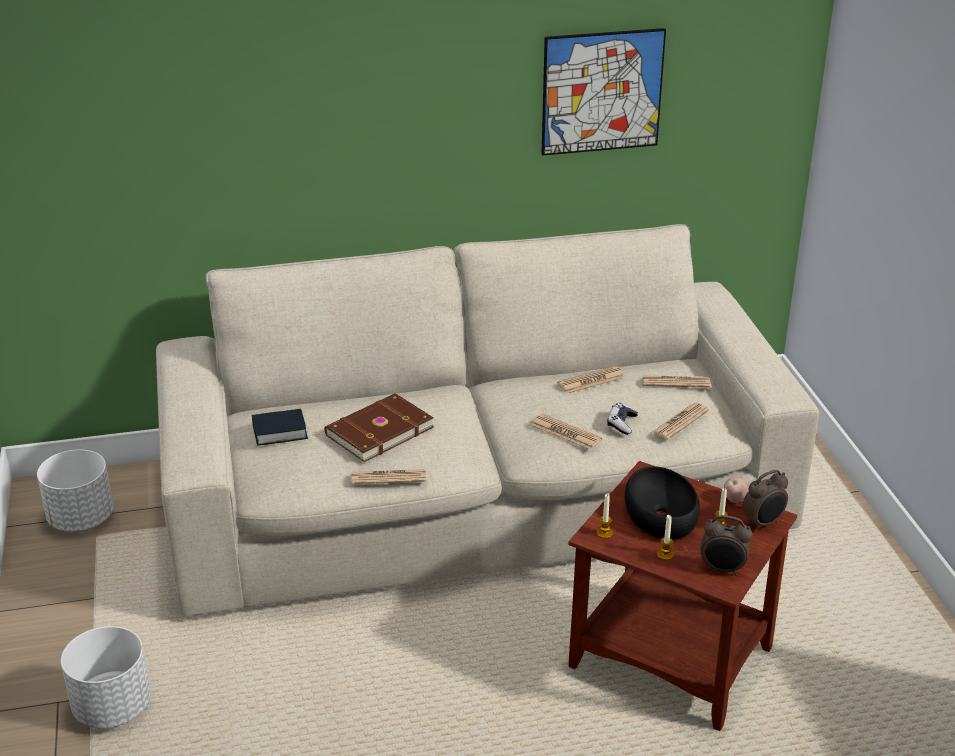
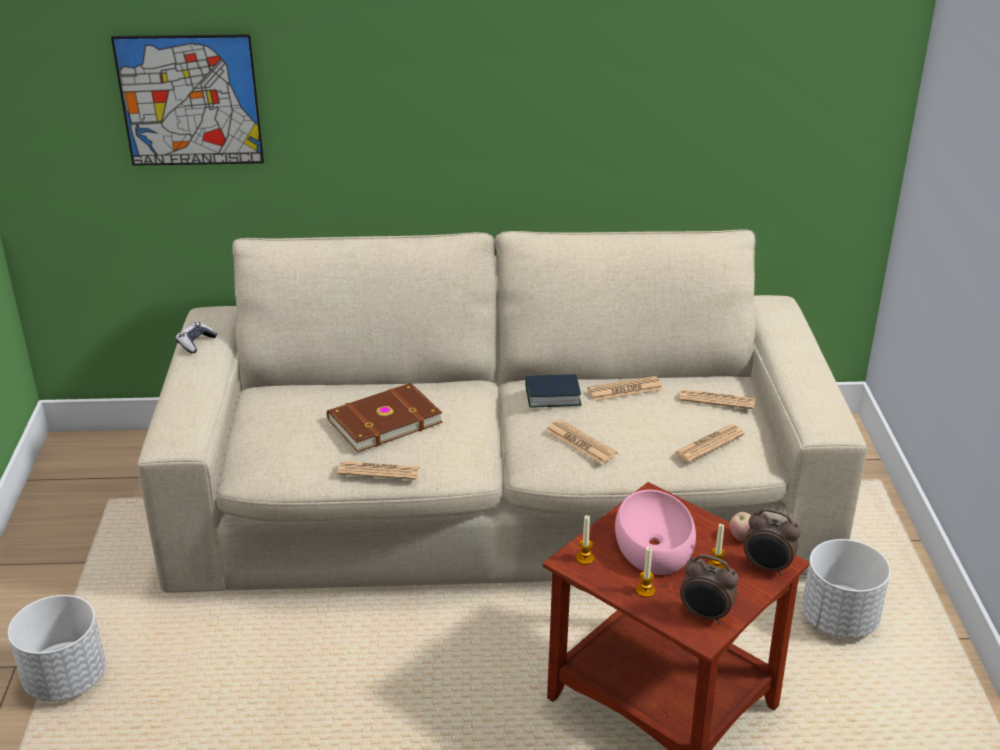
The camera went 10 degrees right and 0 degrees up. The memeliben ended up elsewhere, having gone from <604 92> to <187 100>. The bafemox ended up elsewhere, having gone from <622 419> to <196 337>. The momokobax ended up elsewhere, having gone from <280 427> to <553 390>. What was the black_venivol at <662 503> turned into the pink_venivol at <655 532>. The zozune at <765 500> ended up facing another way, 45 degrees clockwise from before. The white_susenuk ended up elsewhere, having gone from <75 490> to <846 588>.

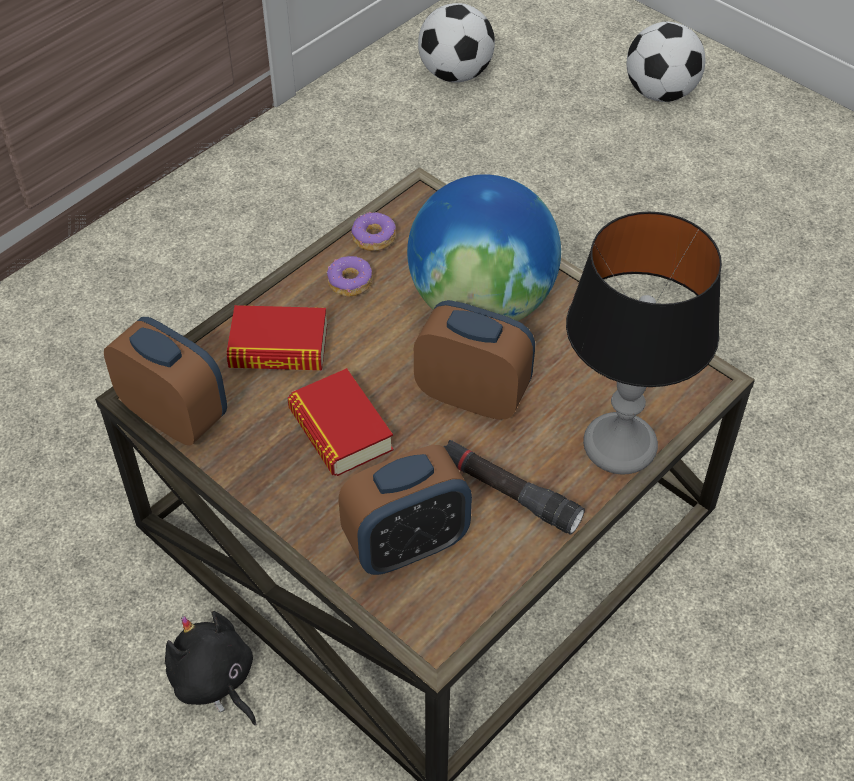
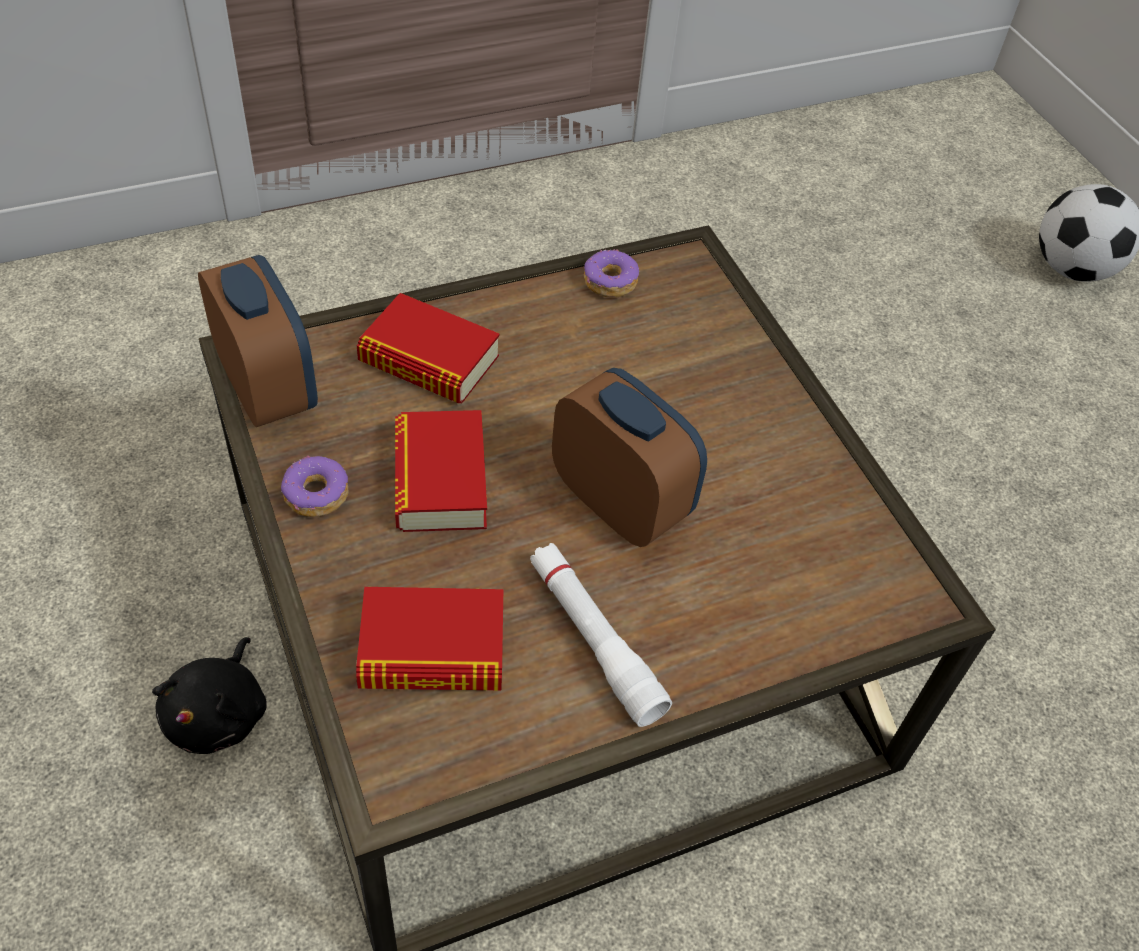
The camera went 20 degrees right and 0 degrees up. The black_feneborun at <210 668> ended up facing another way, 150 degrees counterclockwise from before. The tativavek ended up elsewhere, having gone from <350 276> to <314 486>. Where the zozune stood at <405 510>, the momokobax came to stand at <429 638>. What was the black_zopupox at <514 487> turned into the white_zopupox at <601 635>. The second view lost the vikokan at <484 248>. The second view lost the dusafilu at <456 42>. The second view lost the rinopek at <644 343>.

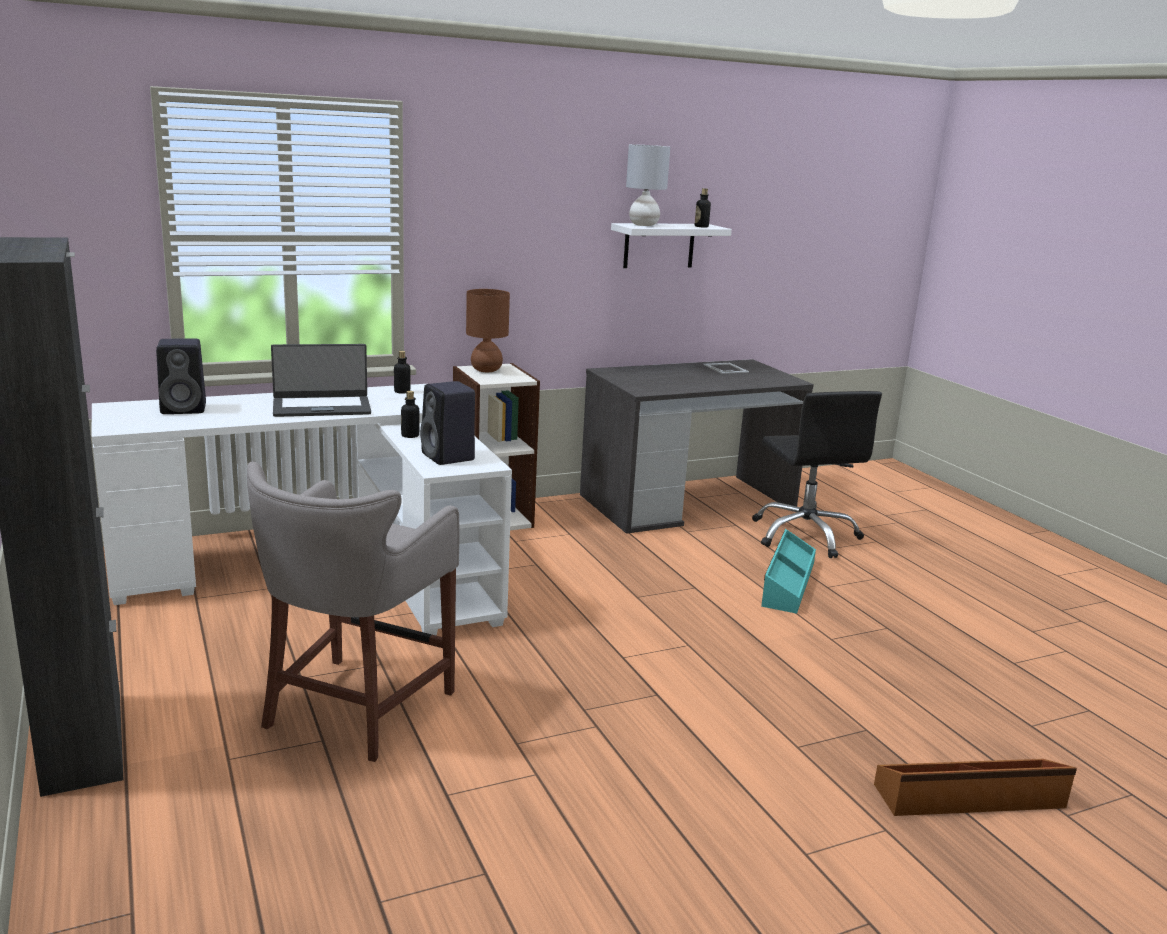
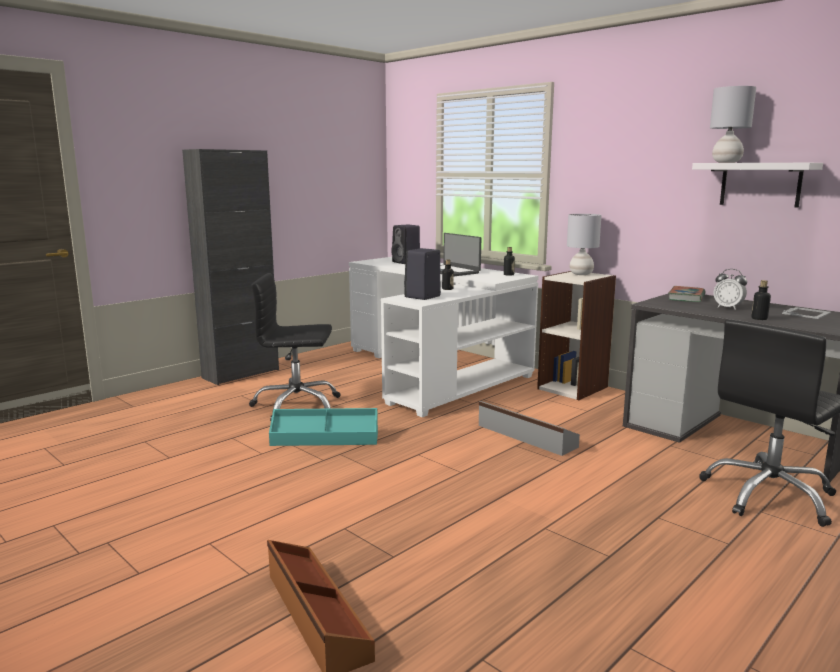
The camera went 70 degrees right and 5 degrees down. Where the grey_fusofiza stood at <353 612>, the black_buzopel came to stand at <295 347>. The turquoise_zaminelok ended up elsewhere, having gone from <788 571> to <323 427>. The second view gained the grey_zaminelok at <529 428>. What was the brown_rinopek at <488 330> turned into the grey_rinopek at <584 244>. The second view gained the momokobax at <686 294>. The second view gained the zozune at <730 289>. The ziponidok ended up elsewhere, having gone from <703 208> to <761 300>.

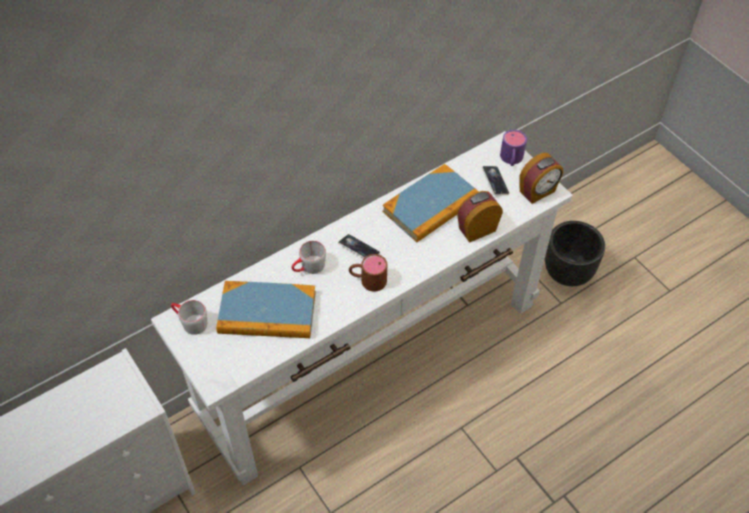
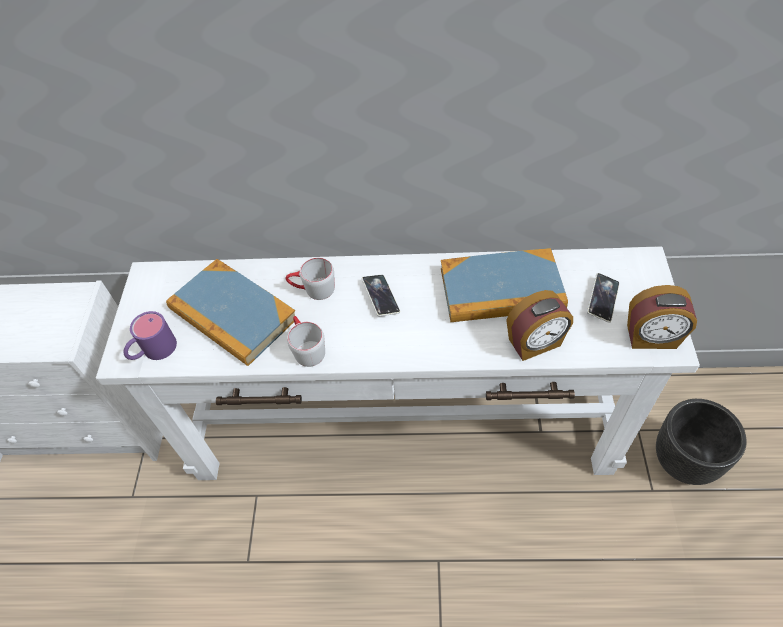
The camera went 40 degrees right and 0 degrees up. The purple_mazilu ended up elsewhere, having gone from <513 148> to <150 335>. The grey_mazilu ended up elsewhere, having gone from <189 317> to <306 341>. The zozune at <480 217> ended up facing another way, 150 degrees clockwise from before. The second view lost the brown_mazilu at <368 273>.

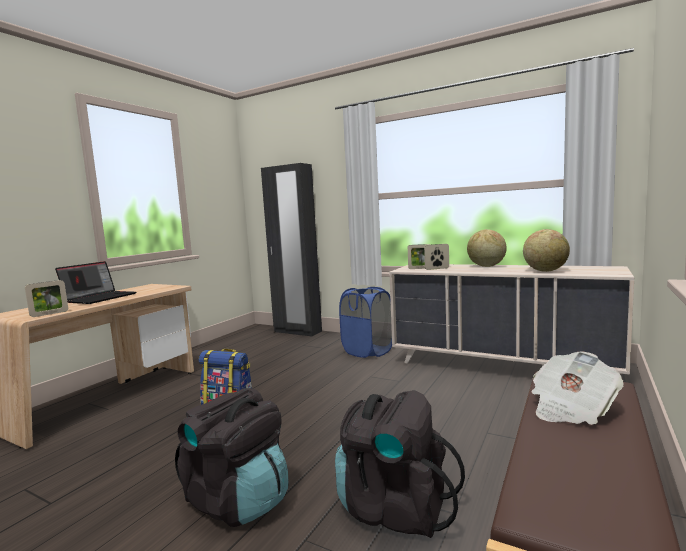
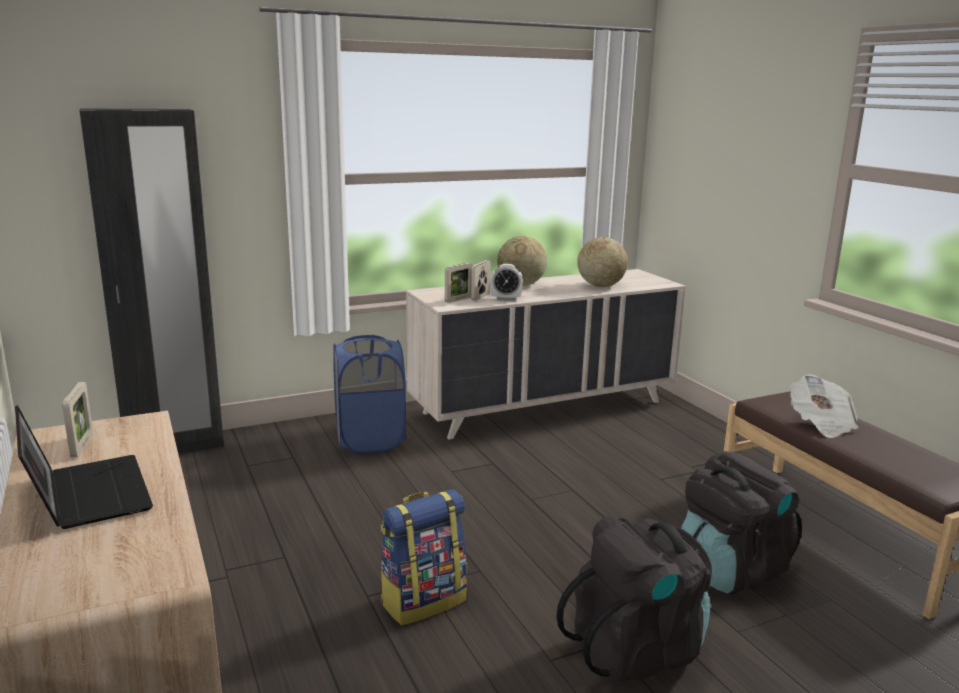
The camera went 55 degrees left and 10 degrees up. The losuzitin ended up elsewhere, having gone from <46 298> to <77 419>. The second view gained the zozune at <507 282>.

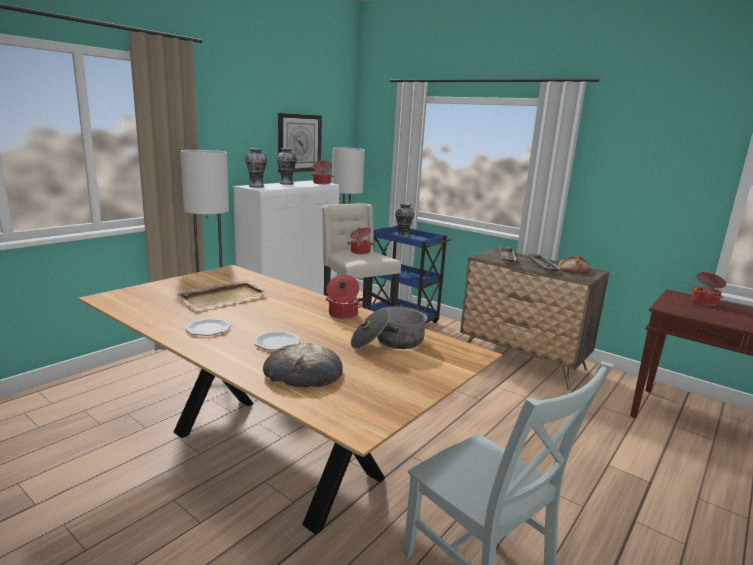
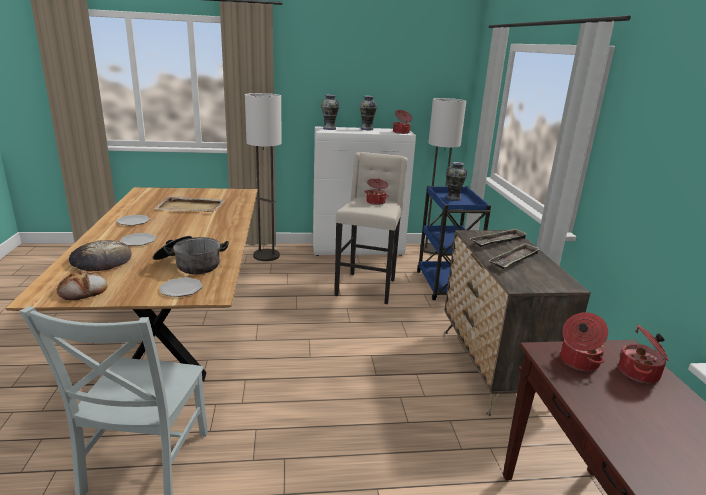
The camera went 45 degrees right and 5 degrees up. The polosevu ended up elsewhere, having gone from <574 265> to <82 285>. The second view gained the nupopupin at <181 287>. The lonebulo ended up elsewhere, having gone from <344 296> to <584 341>. The second view lost the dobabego at <300 143>.

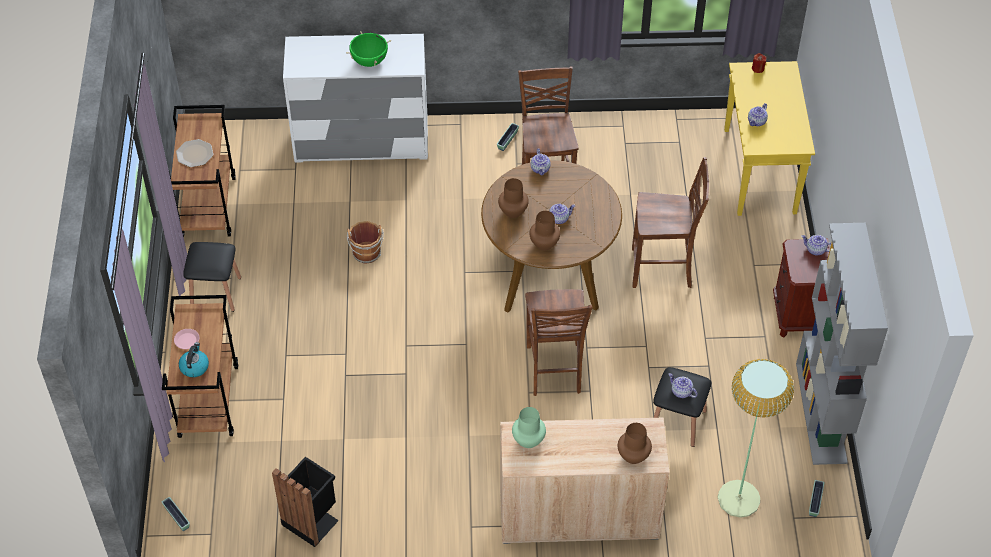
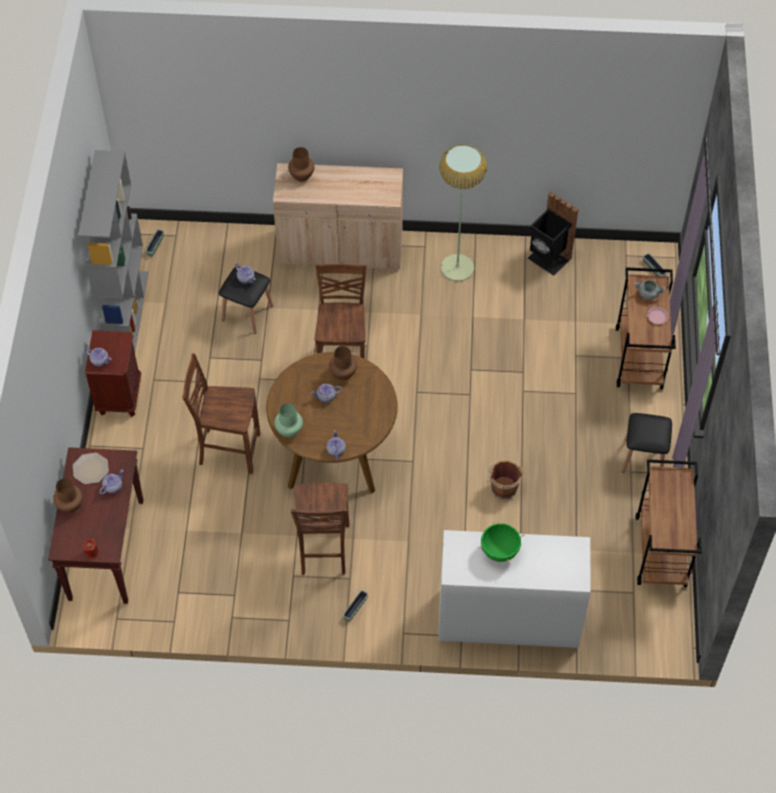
The camera went 175 degrees left and 5 degrees up. What was the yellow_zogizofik at <769 138> turned into the brown_zogizofik at <95 525>. The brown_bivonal ended up elsewhere, having gone from <513 198> to <68 496>. The nupopupin ended up elsewhere, having gone from <194 153> to <91 468>. The green_bivonal ended up elsewhere, having gone from <529 427> to <288 420>. The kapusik ended up elsewhere, having gone from <756 438> to <463 212>. Where the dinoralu stood at <194 359>, the grey_lonebulo came to stand at <650 290>.

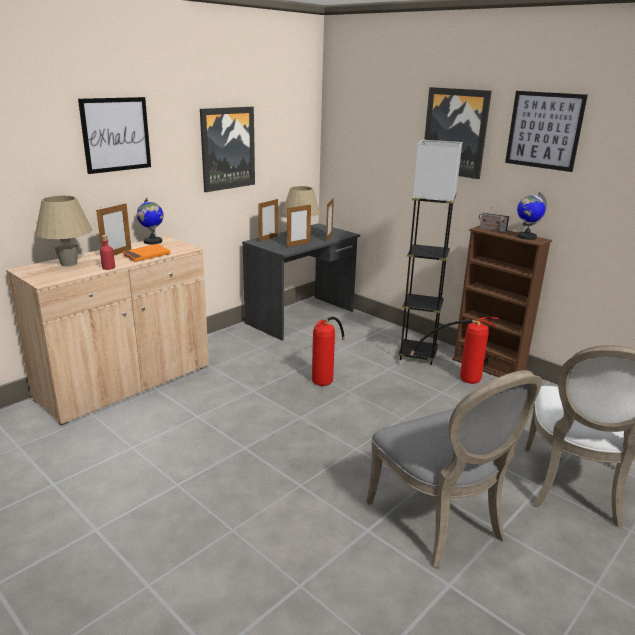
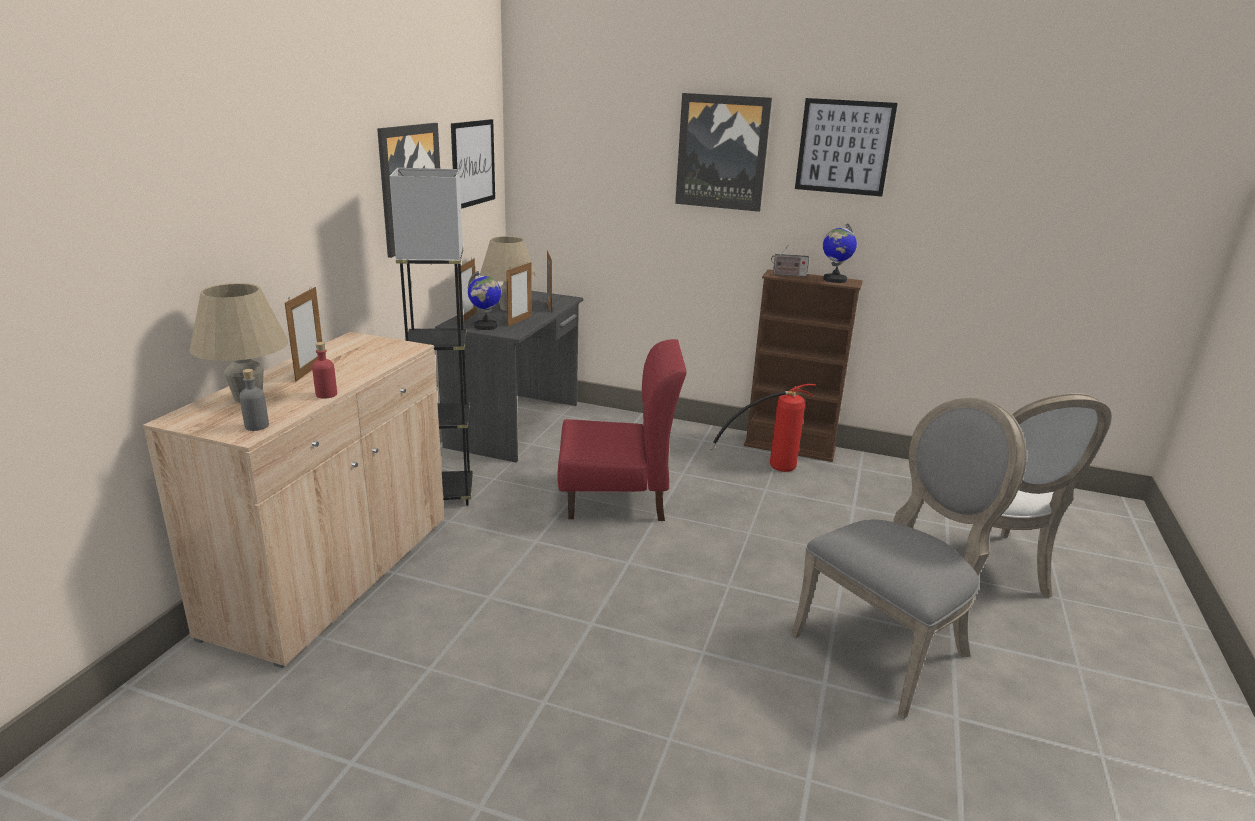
The camera went 25 degrees left and 0 degrees up. The second view gained the grey_ziponidok at <254 400>. The grey_kapusik ended up elsewhere, having gone from <430 252> to <431 337>. The memeliben ended up elsewhere, having gone from <114 135> to <473 164>. The vikokan ended up elsewhere, having gone from <150 221> to <484 300>. Where the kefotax stood at <328 351>, the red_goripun came to stand at <622 430>. The grey_goripun at <454 469> ended up facing another way, 75 degrees counterclockwise from before. The second view lost the orange_momokobax at <146 253>.

